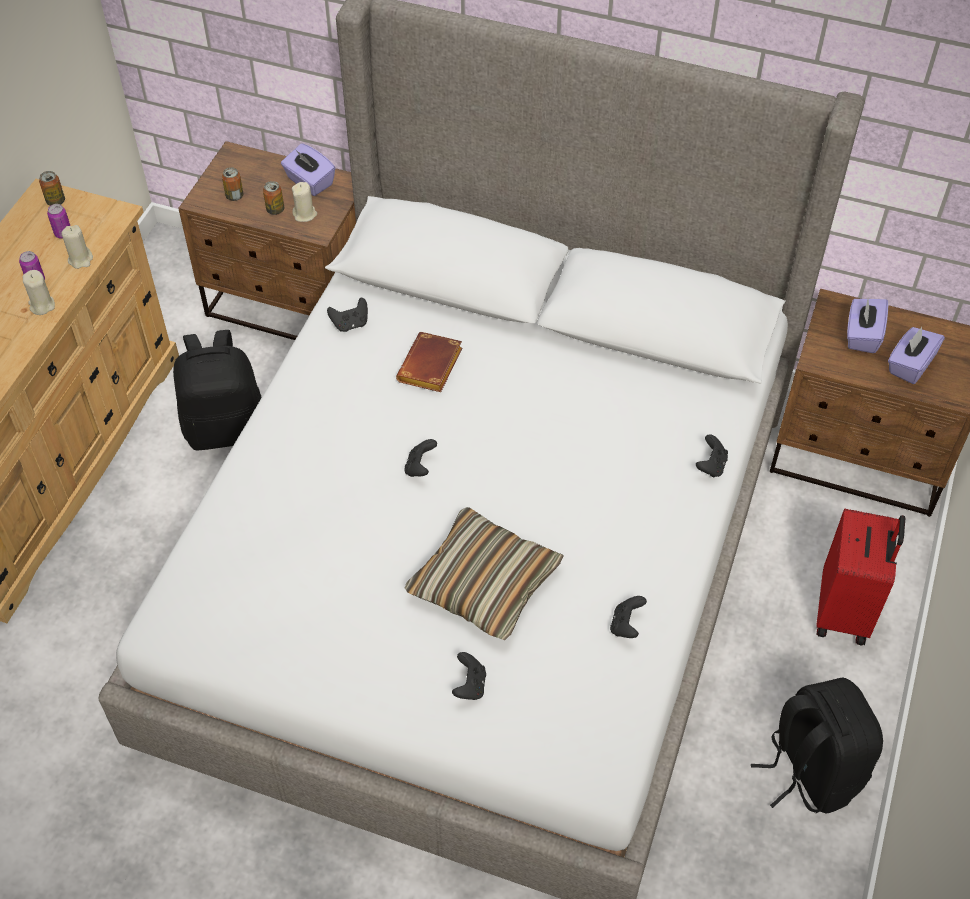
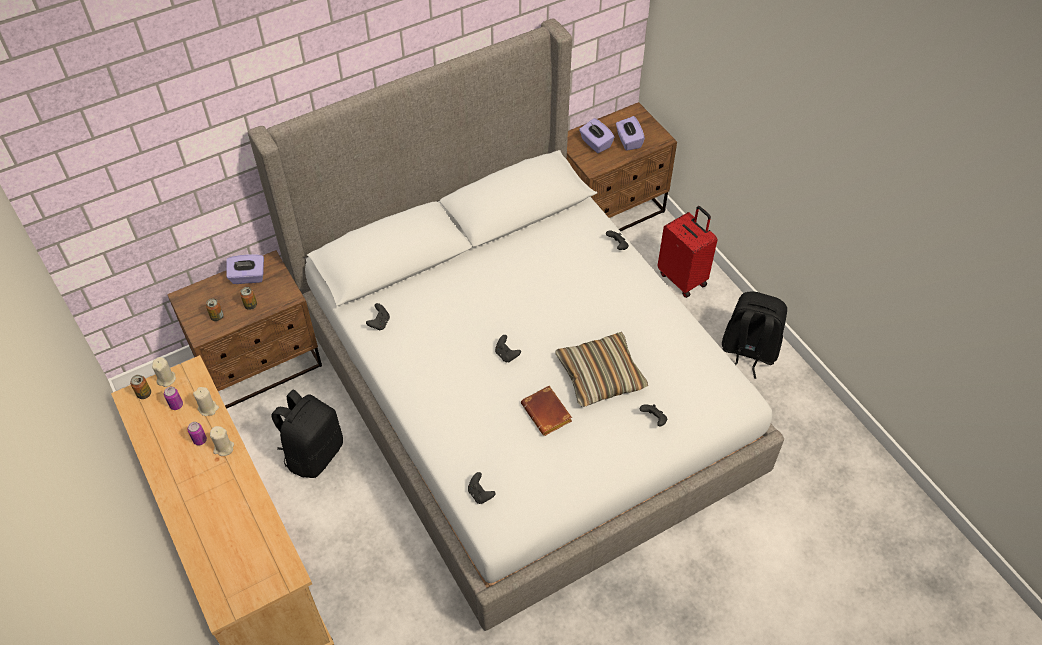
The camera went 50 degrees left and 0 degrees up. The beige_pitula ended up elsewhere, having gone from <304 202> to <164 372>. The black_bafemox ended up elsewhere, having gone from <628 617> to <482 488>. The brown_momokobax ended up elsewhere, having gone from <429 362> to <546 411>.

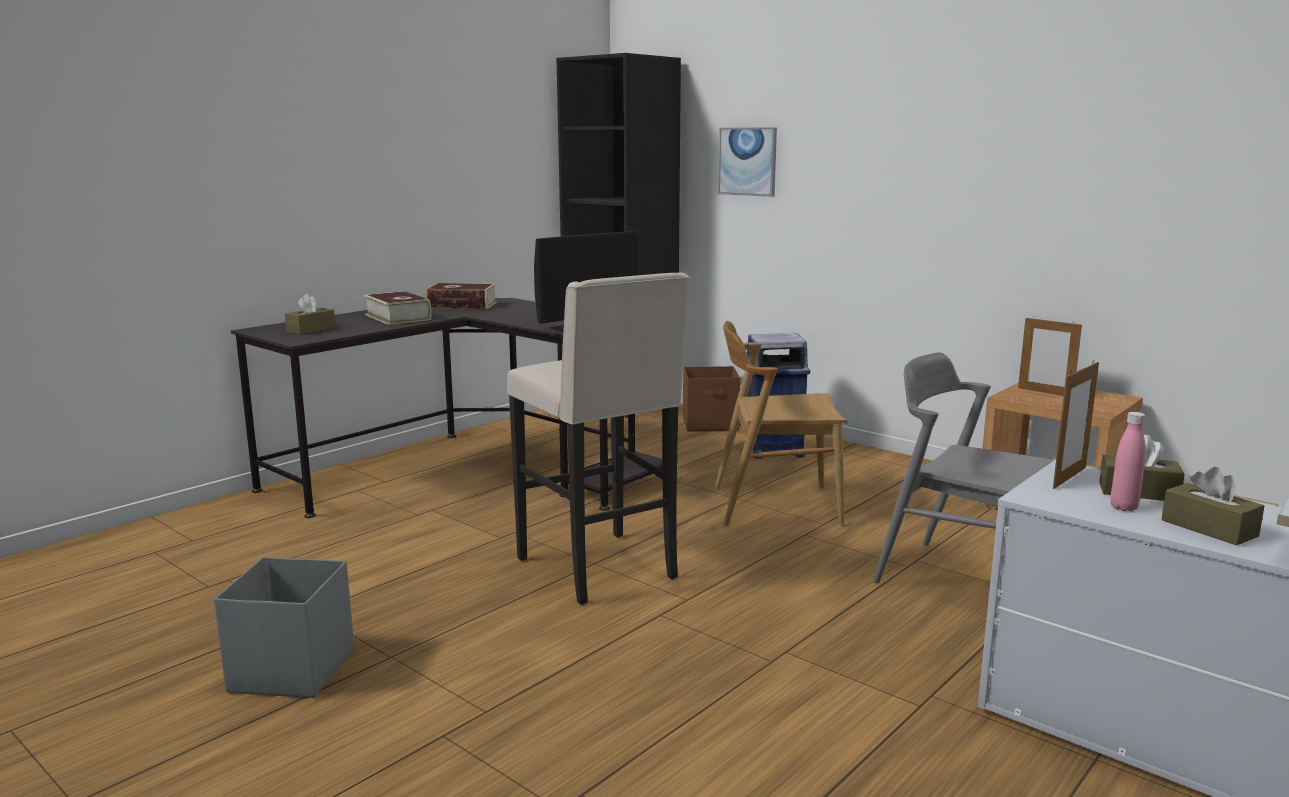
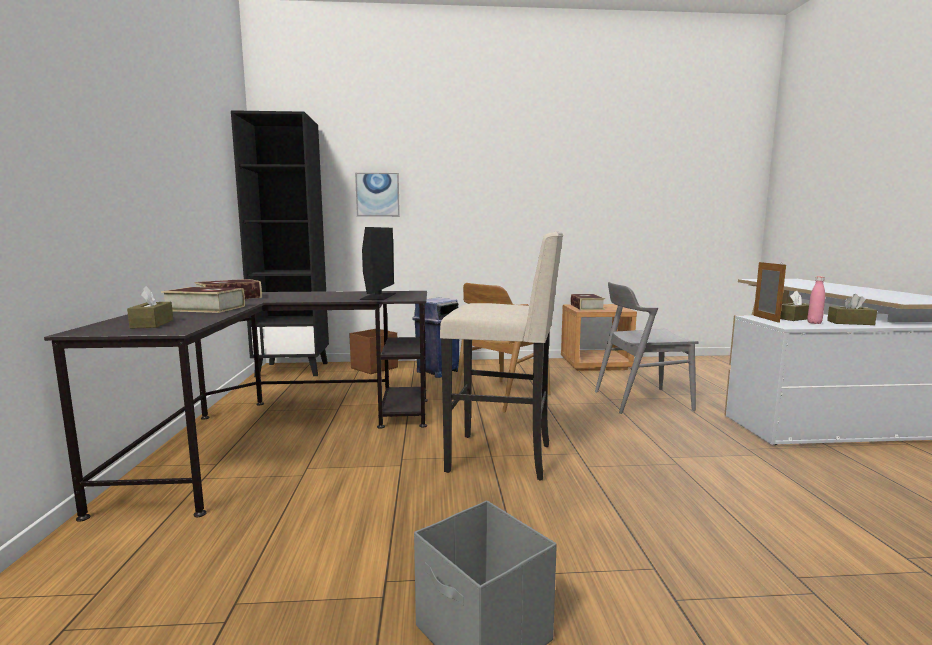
The camera went 45 degrees left and 5 degrees down. Where the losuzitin stood at <1050 356>, the momokobax came to stand at <588 302>.

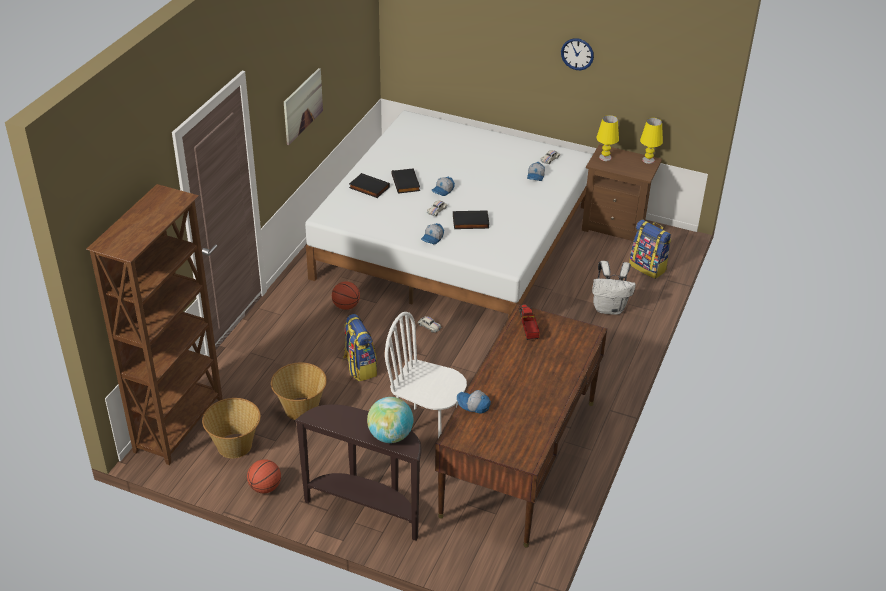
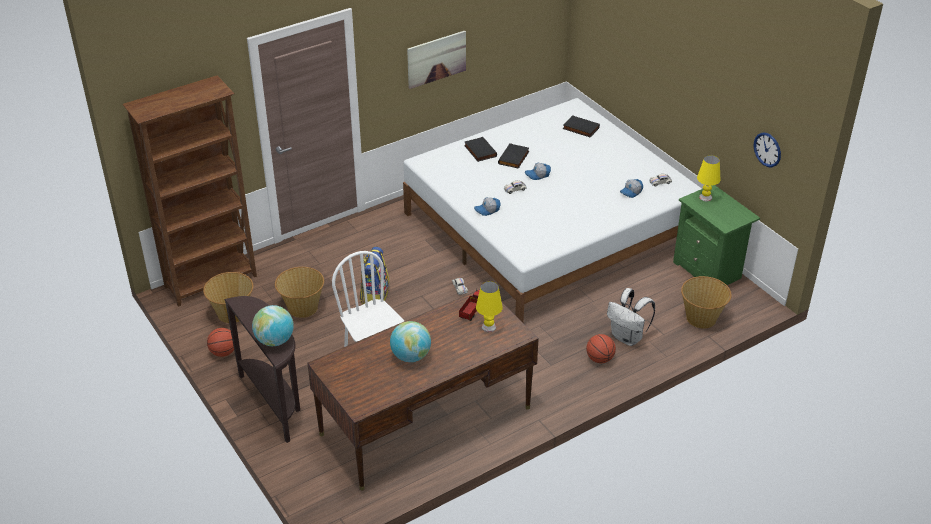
The camera went 35 degrees right and 0 degrees up. The second view gained the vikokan at <410 341>. The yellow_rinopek ended up elsewhere, having gone from <651 141> to <489 306>. The black_momokobax ended up elsewhere, having gone from <471 220> to <581 126>. The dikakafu ended up elsewhere, having gone from <346 295> to <601 348>. What was the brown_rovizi at <622 192> turned into the green_rovizi at <716 235>. Where the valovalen stood at <650 249>, the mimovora came to stand at <706 302>. The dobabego ended up elsewhere, having gone from <577 54> to <767 150>. The second view lost the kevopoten at <474 401>.

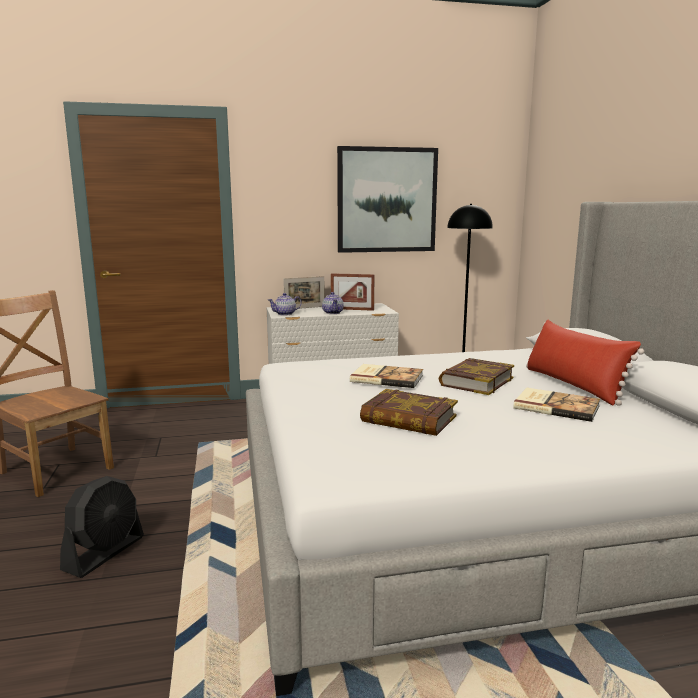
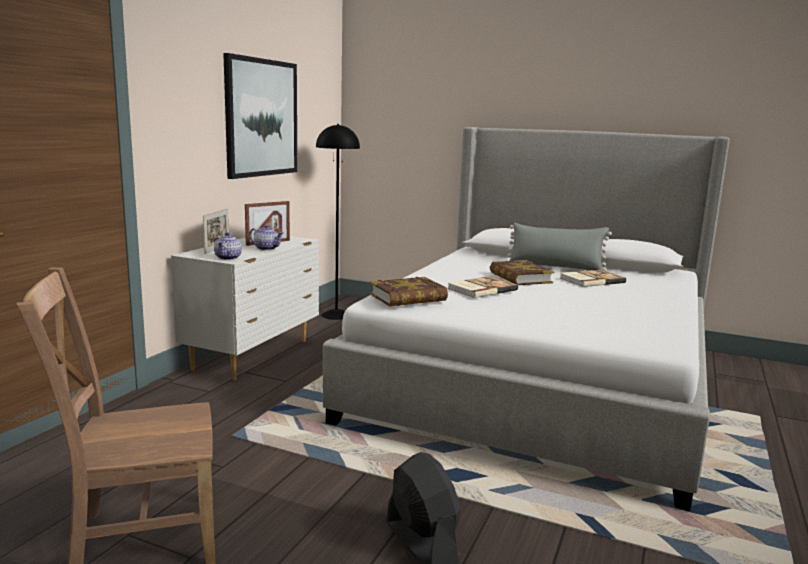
The camera went 55 degrees left and 0 degrees up. The momokobax ended up elsewhere, having gone from <409 412> to <409 291>. What was the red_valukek at <585 362> turned into the grey_valukek at <558 247>.

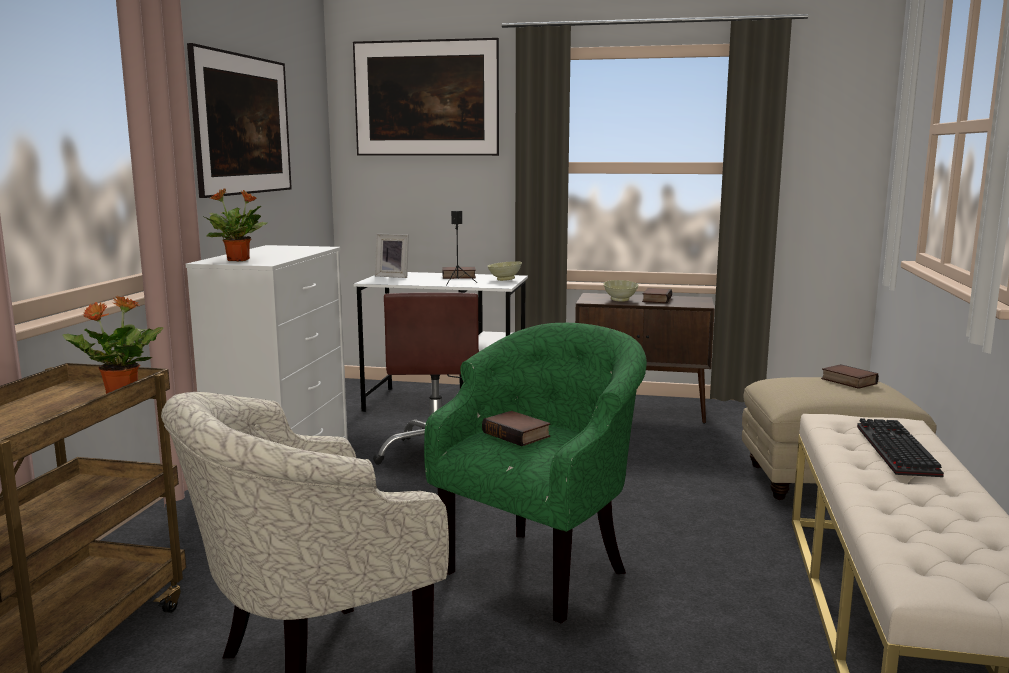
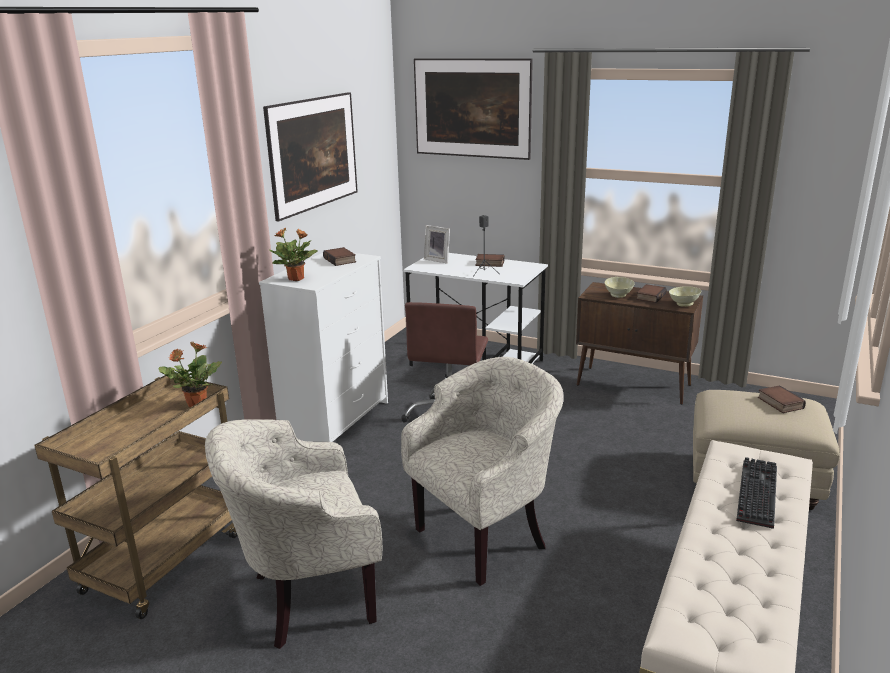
The camera went 15 degrees right and 10 degrees up. The momokobax ended up elsewhere, having gone from <516 428> to <339 256>. What was the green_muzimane at <535 473> turned into the beige_muzimane at <482 471>. The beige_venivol ended up elsewhere, having gone from <505 271> to <685 296>.

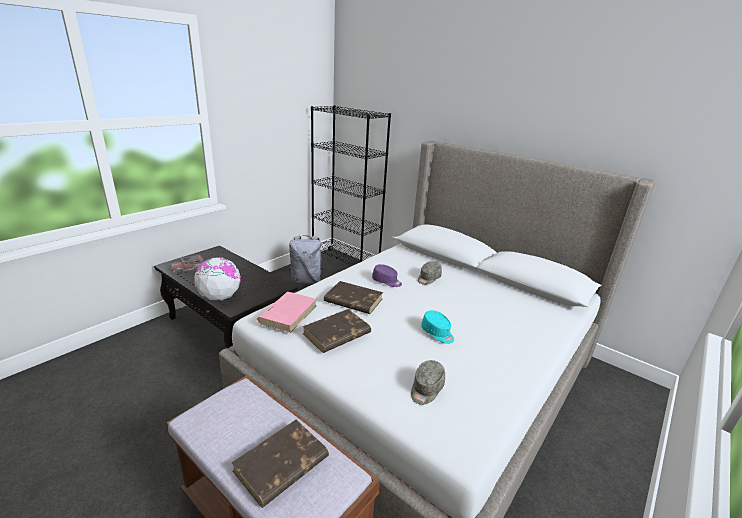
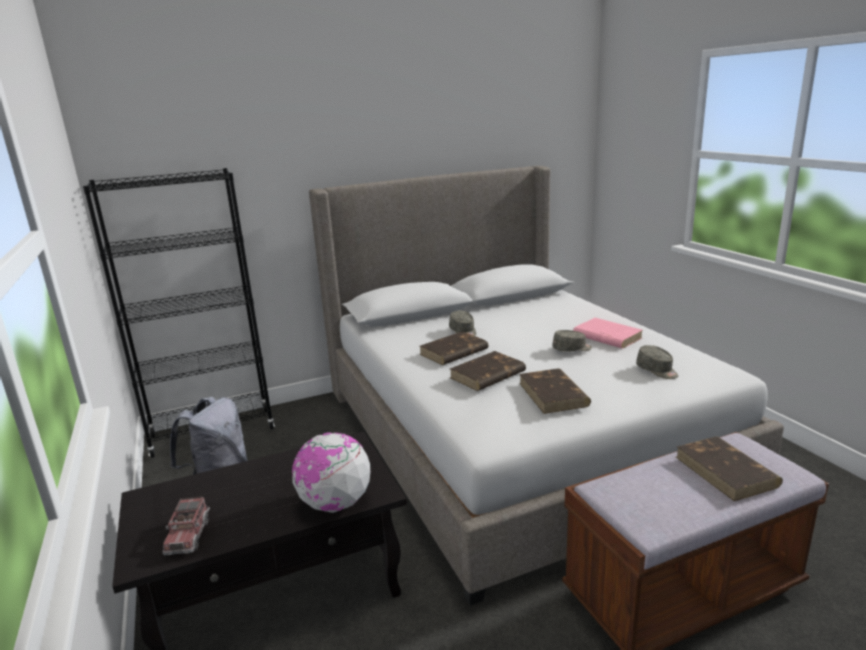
The camera went 60 degrees left and 5 degrees down. Where the purple_kevopoten stood at <387 275>, the brown_momokobax came to stand at <454 348>. What was the turquoise_kevopoten at <437 327> turned into the grey_kevopoten at <572 341>. The pink_momokobax ended up elsewhere, having gone from <287 312> to <608 333>.

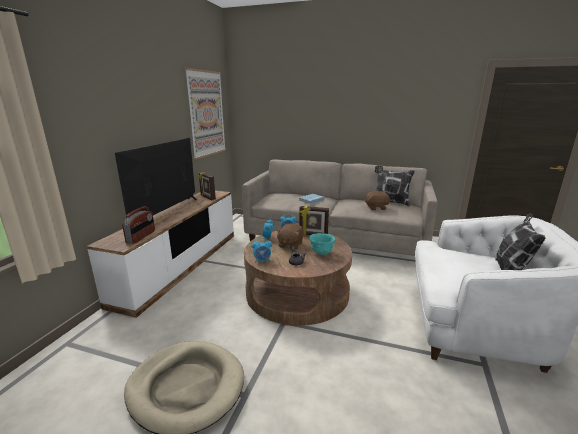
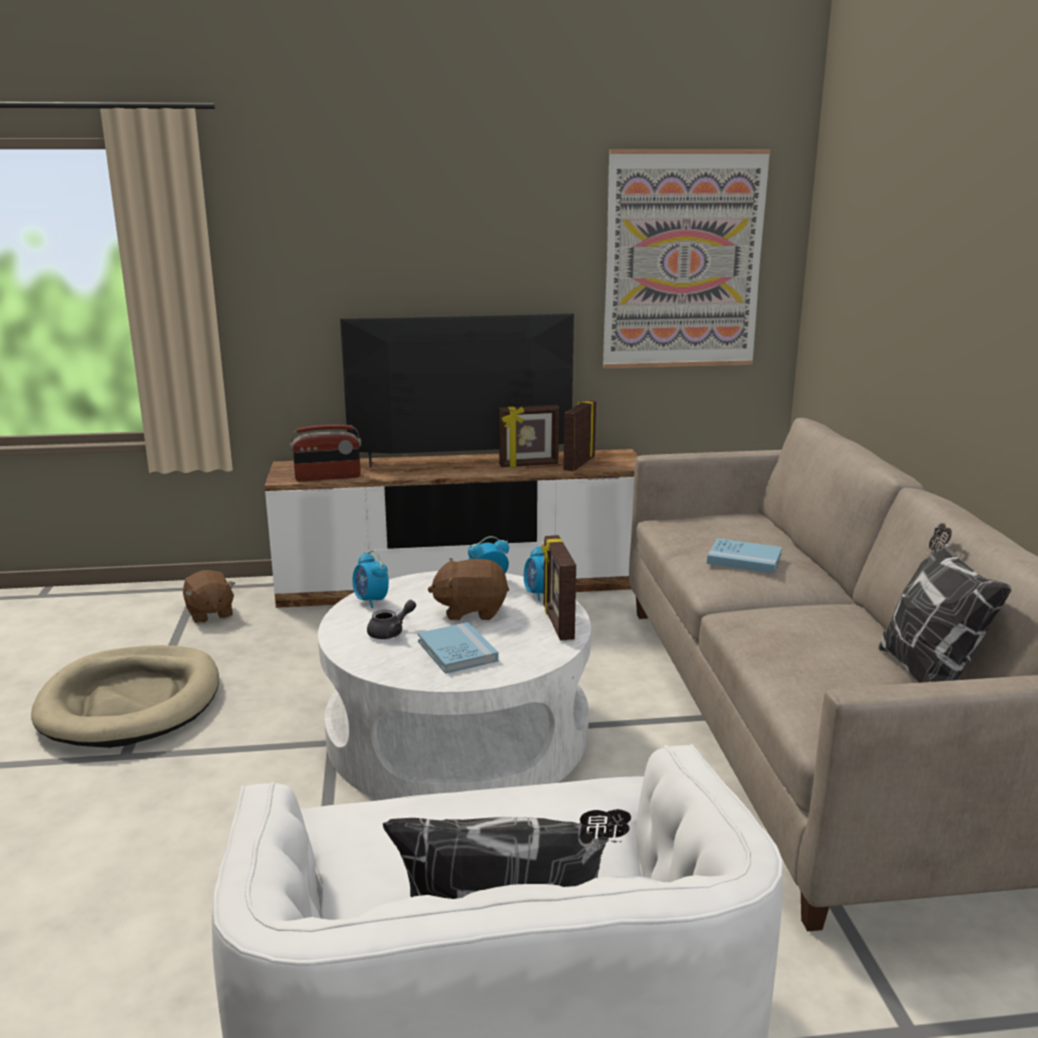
The camera went 65 degrees right and 0 degrees up. The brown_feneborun ended up elsewhere, having gone from <378 200> to <209 596>. What was the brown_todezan at <298 278> turned into the white_todezan at <454 685>. Where the turquoise_venivol stood at <322 244>, the blue_momokobax came to stand at <458 648>. The second view gained the losuzitin at <529 436>.

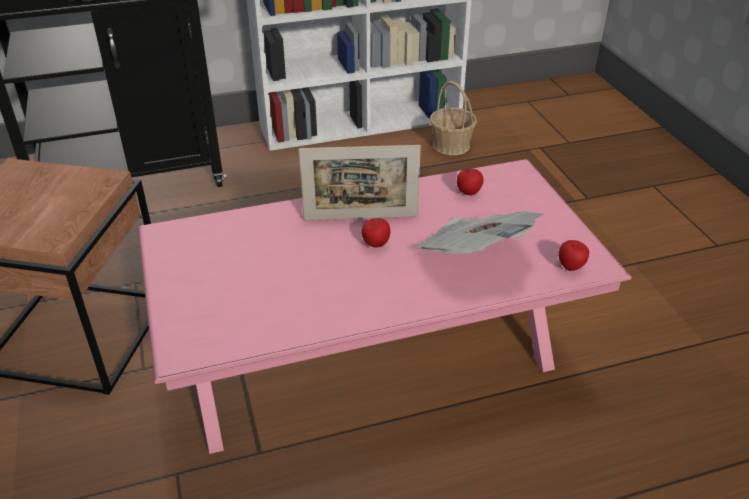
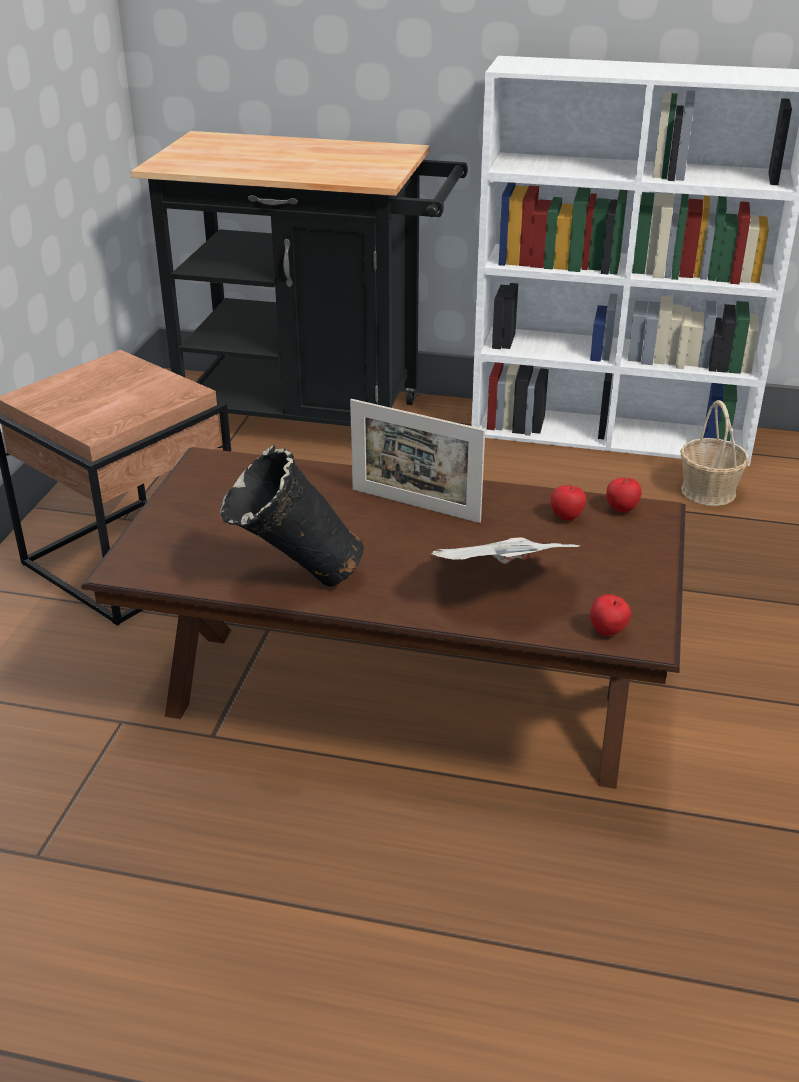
The camera went 30 degrees right and 5 degrees down. What was the pink_todezan at <384 306> turned into the brown_todezan at <383 618>. The second view gained the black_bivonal at <292 516>. The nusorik ended up elsewhere, having gone from <376 233> to <624 495>.

